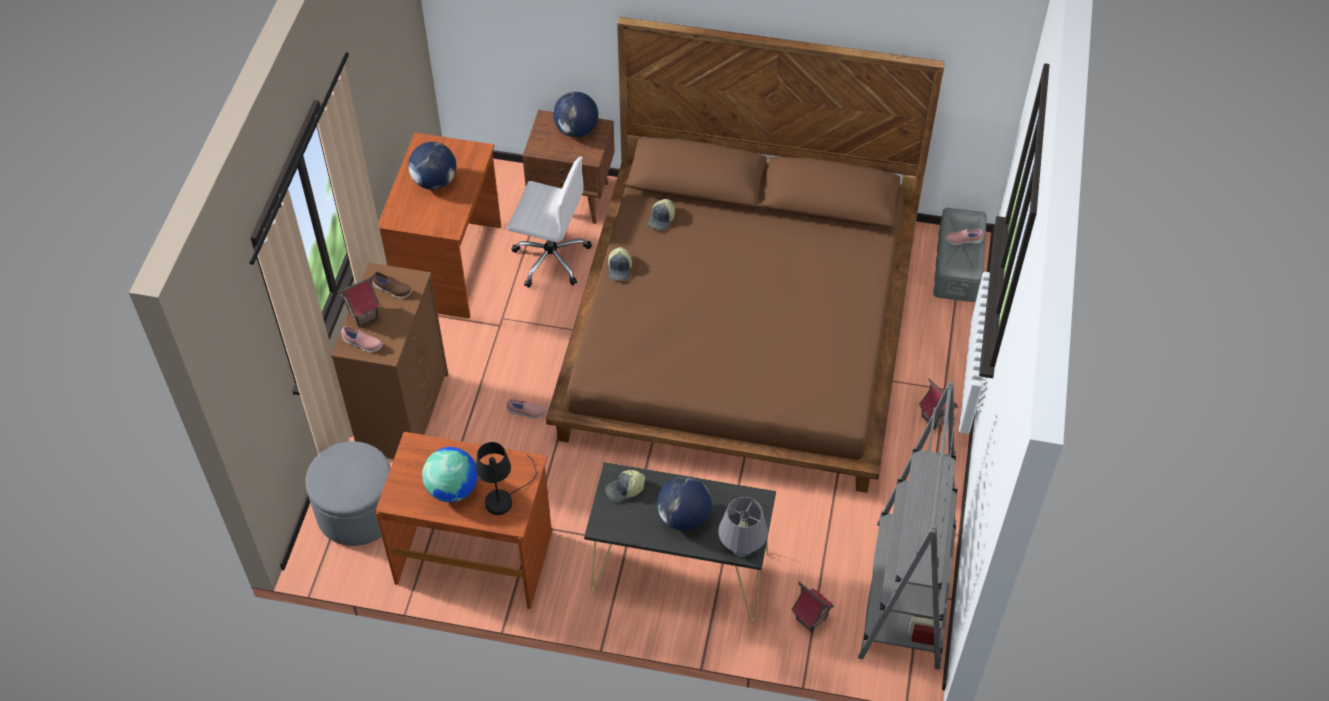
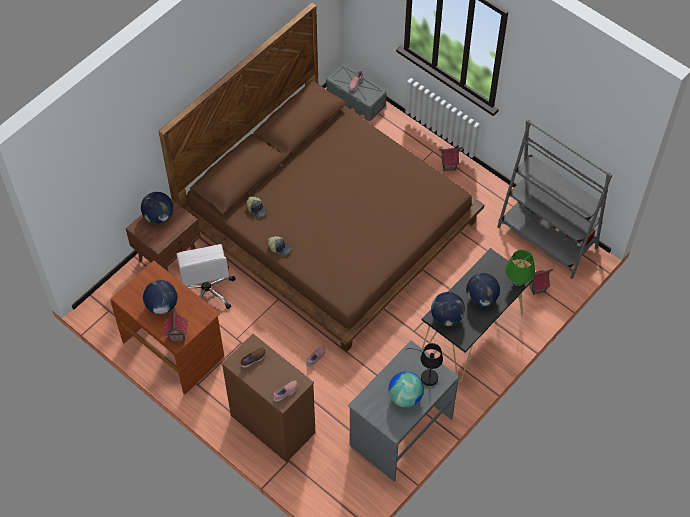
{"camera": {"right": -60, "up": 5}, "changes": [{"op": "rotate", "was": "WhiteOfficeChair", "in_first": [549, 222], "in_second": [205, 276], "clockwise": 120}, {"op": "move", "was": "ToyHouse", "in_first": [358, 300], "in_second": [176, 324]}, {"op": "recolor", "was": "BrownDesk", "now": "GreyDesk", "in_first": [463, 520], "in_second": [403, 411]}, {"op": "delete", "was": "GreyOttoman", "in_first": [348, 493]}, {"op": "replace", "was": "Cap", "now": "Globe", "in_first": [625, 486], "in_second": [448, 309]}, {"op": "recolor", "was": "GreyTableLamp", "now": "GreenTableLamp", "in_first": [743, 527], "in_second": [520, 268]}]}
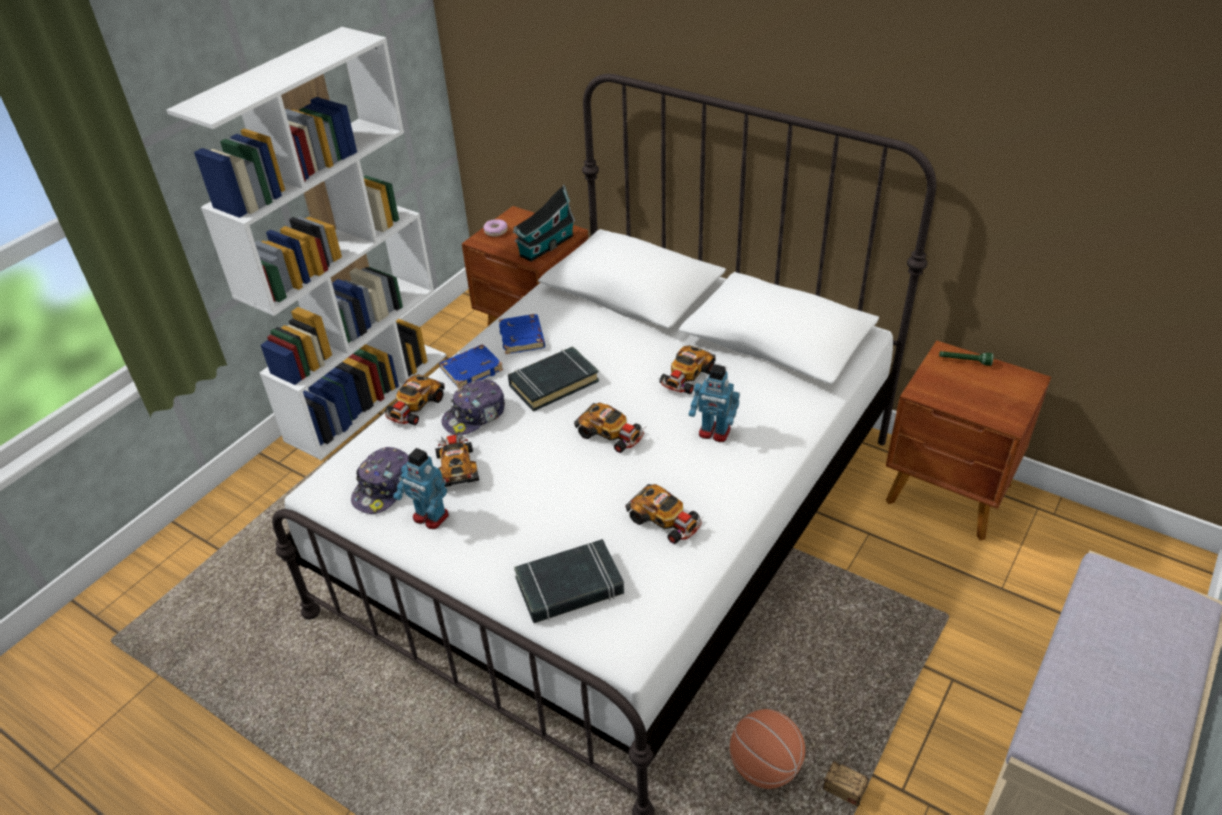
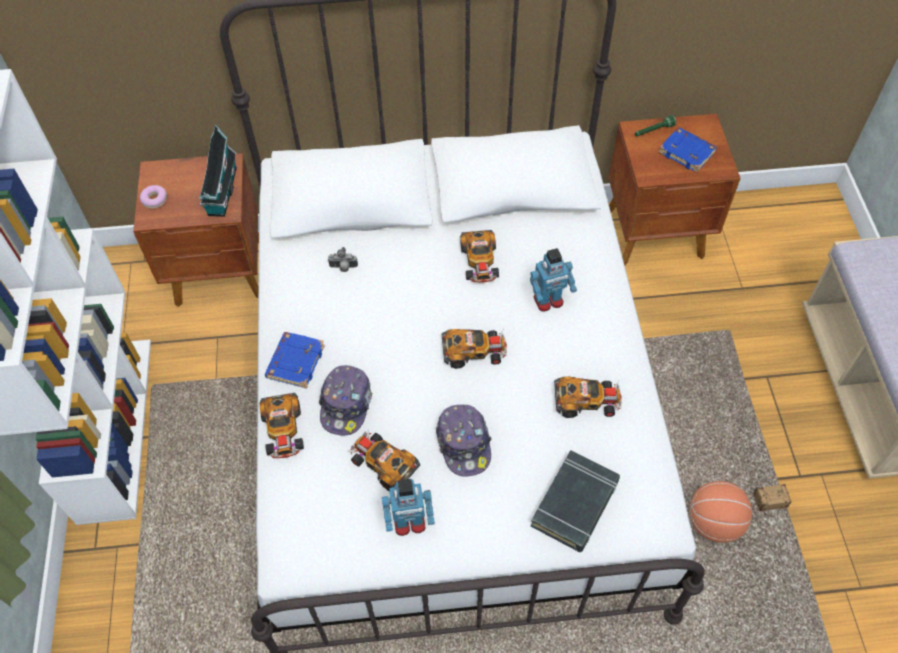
{"camera": {"right": -40, "up": 15}, "changes": [{"op": "move", "was": "BlueBook", "in_first": [522, 334], "in_second": [688, 150]}, {"op": "delete", "was": "BlackBook", "in_first": [553, 379]}, {"op": "move", "was": "Cap", "in_first": [380, 480], "in_second": [464, 441]}, {"op": "insert", "now": "PhotoCamera", "in_second": [343, 259]}]}
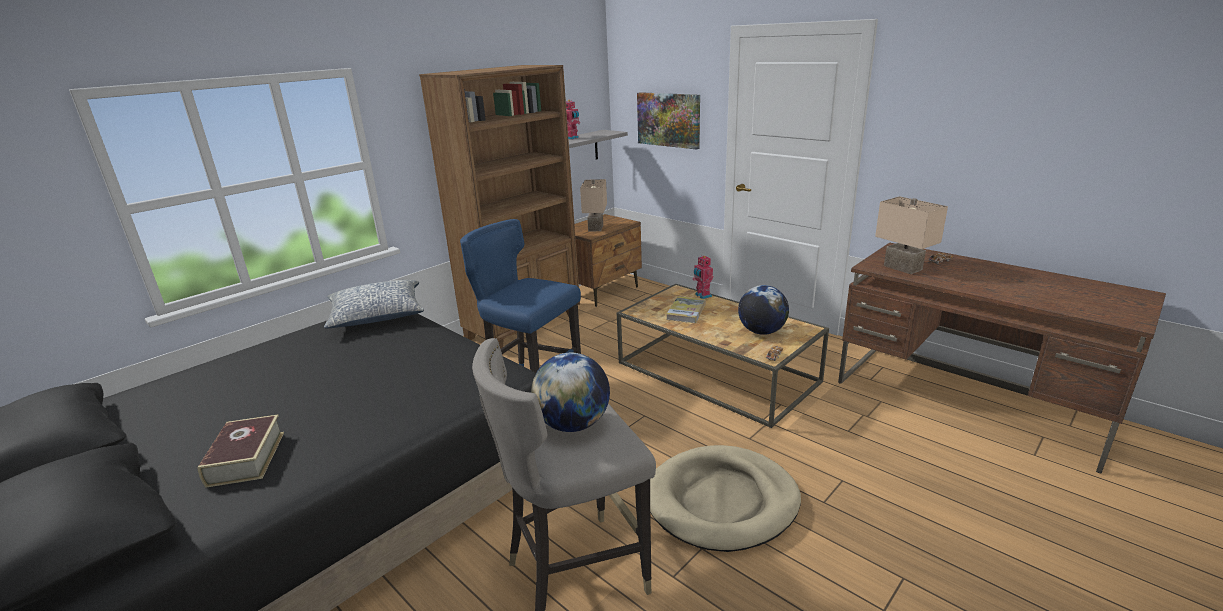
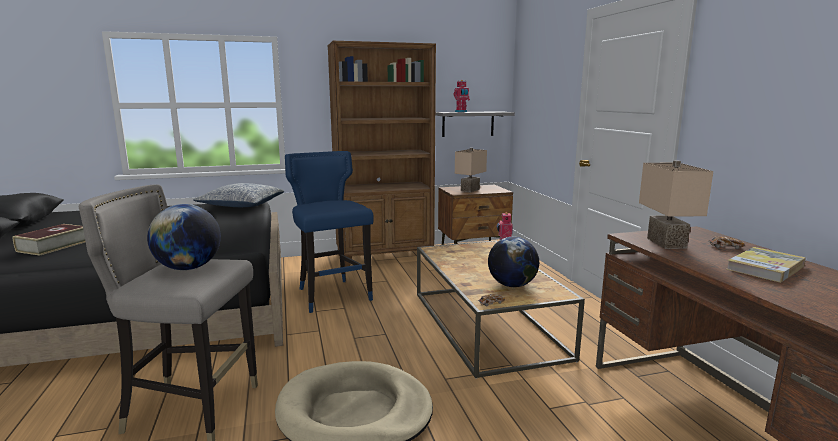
{"camera": {"right": 30, "up": -10}, "changes": [{"op": "delete", "was": "Picture", "in_first": [668, 121]}, {"op": "move", "was": "Book", "in_first": [686, 309], "in_second": [766, 265]}]}
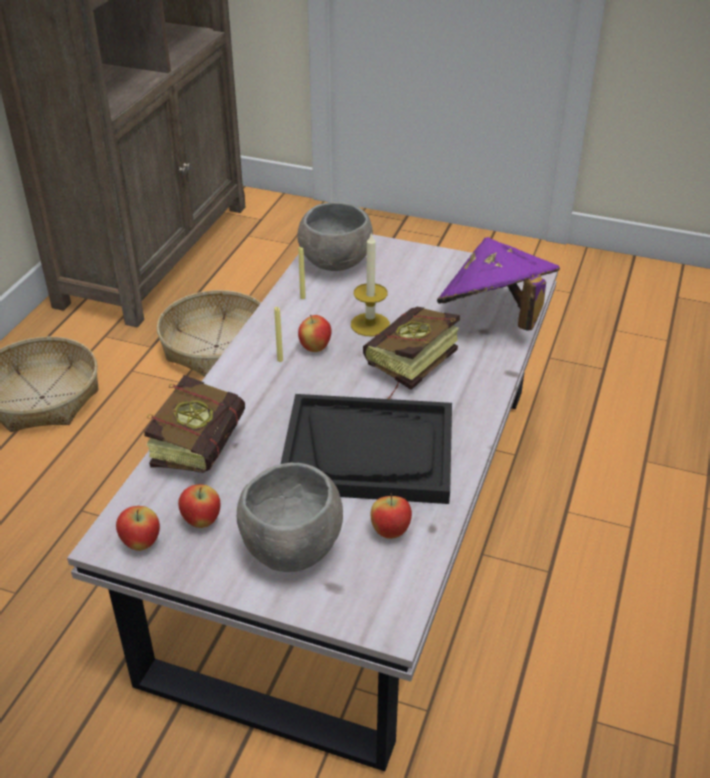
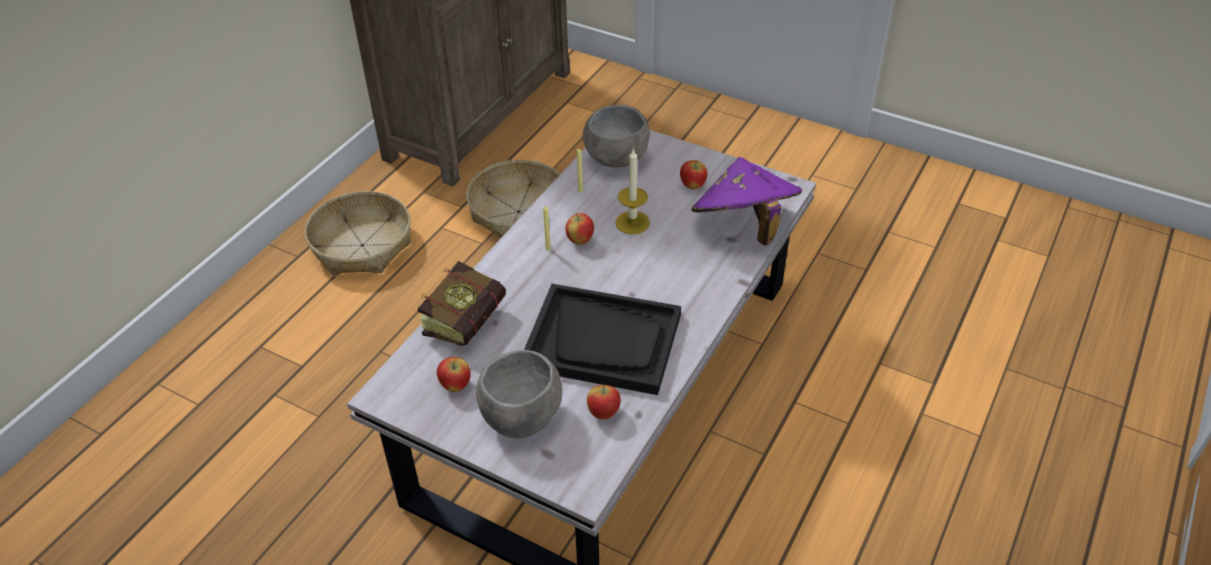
{"camera": {"right": 10, "up": 5}, "changes": [{"op": "delete", "was": "Book", "in_first": [411, 353]}, {"op": "move", "was": "Apple", "in_first": [138, 528], "in_second": [693, 175]}]}
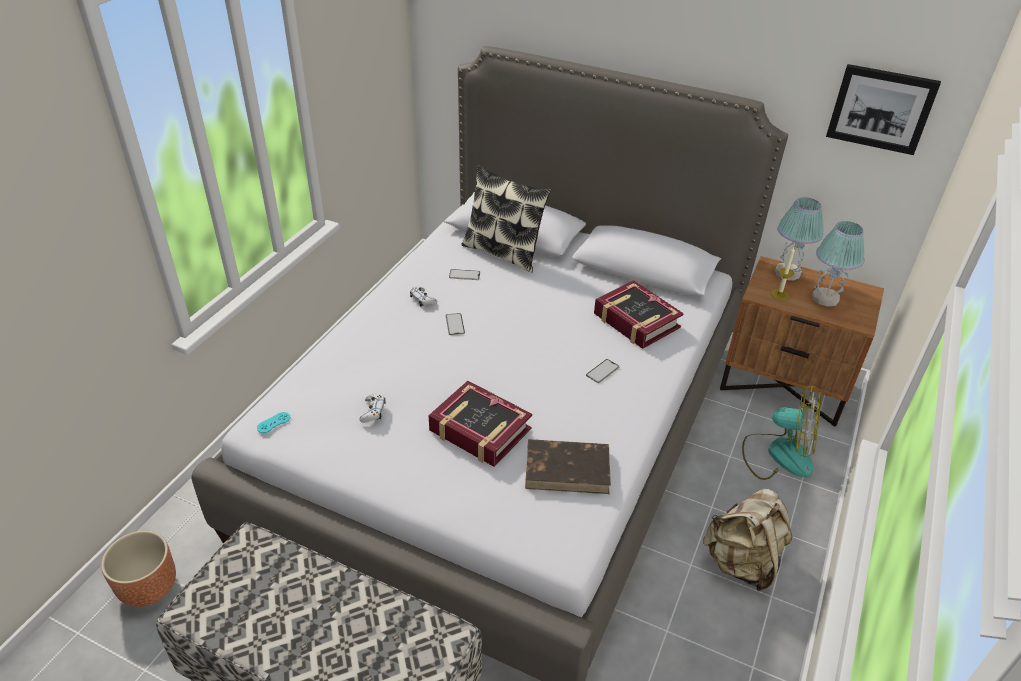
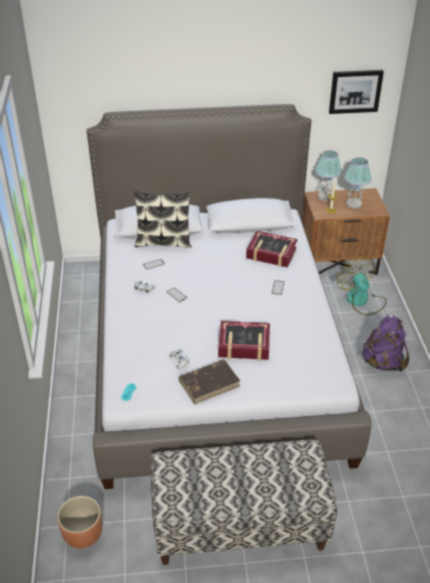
{"camera": {"right": -30, "up": 0}, "changes": [{"op": "rotate", "was": "Fan", "in_first": [782, 432], "in_second": [362, 286], "clockwise": -105}, {"op": "move", "was": "BrownBook", "in_first": [568, 466], "in_second": [209, 382]}, {"op": "recolor", "was": "BeigeBackpack", "now": "PurpleBackpack", "in_first": [747, 540], "in_second": [385, 343]}]}
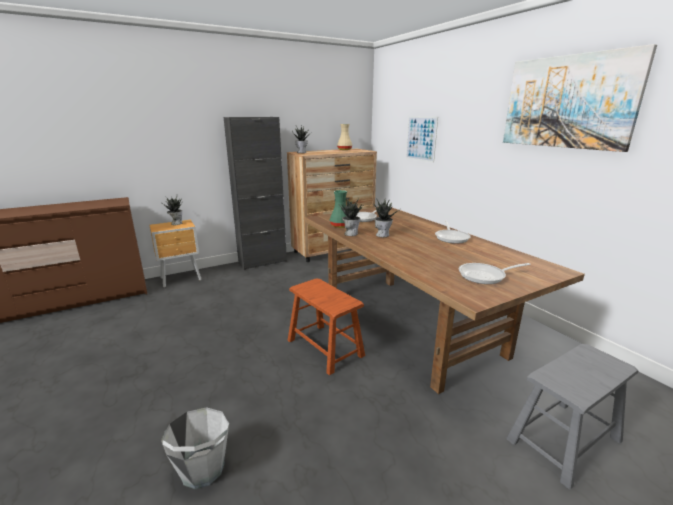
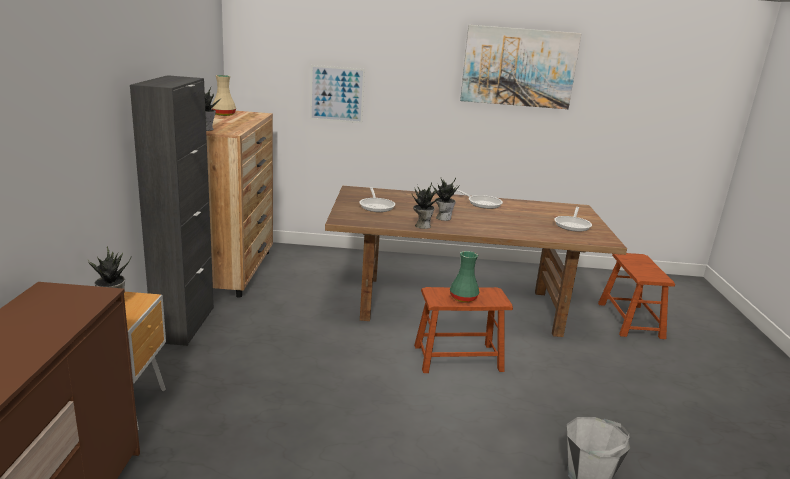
{"camera": {"right": -60, "up": 0}, "changes": [{"op": "move", "was": "GreenVase", "in_first": [338, 209], "in_second": [464, 277]}, {"op": "recolor", "was": "GreyStool", "now": "BrownStool", "in_first": [572, 417], "in_second": [636, 296]}]}
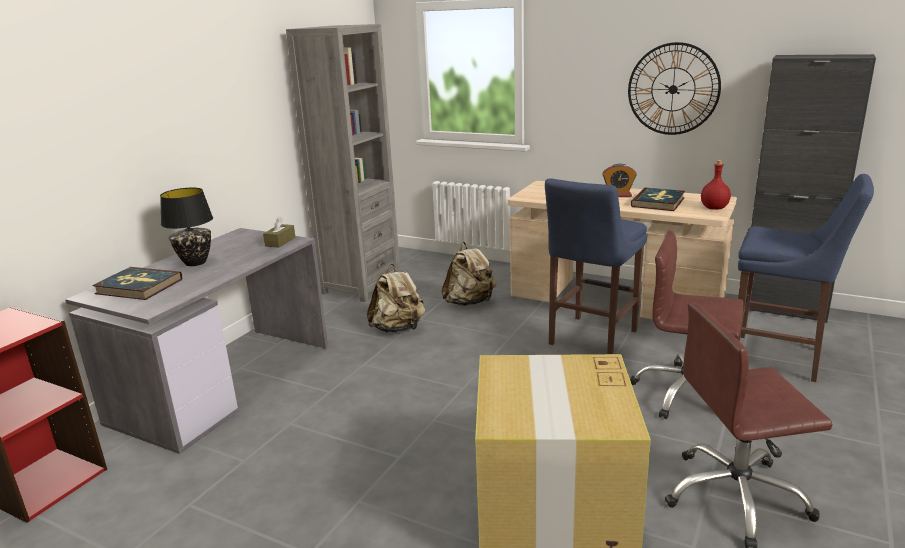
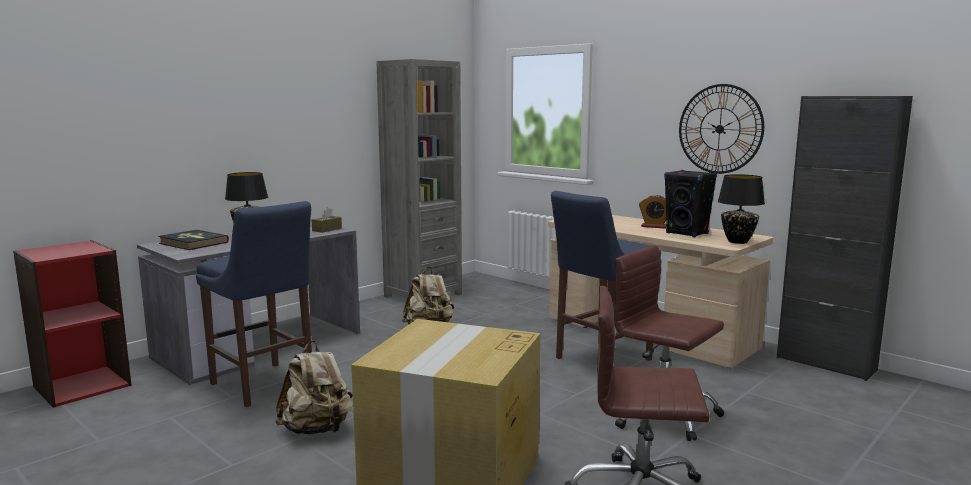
{"camera": {"right": 15, "up": -10}, "changes": [{"op": "replace", "was": "RedBottle", "now": "BlackTableLamp", "in_first": [716, 185], "in_second": [741, 209]}, {"op": "move", "was": "BlueStool", "in_first": [806, 278], "in_second": [254, 304]}, {"op": "replace", "was": "Book", "now": "BlackSpeaker", "in_first": [658, 199], "in_second": [690, 203]}, {"op": "move", "was": "BeigeBackpack", "in_first": [469, 274], "in_second": [314, 387]}]}
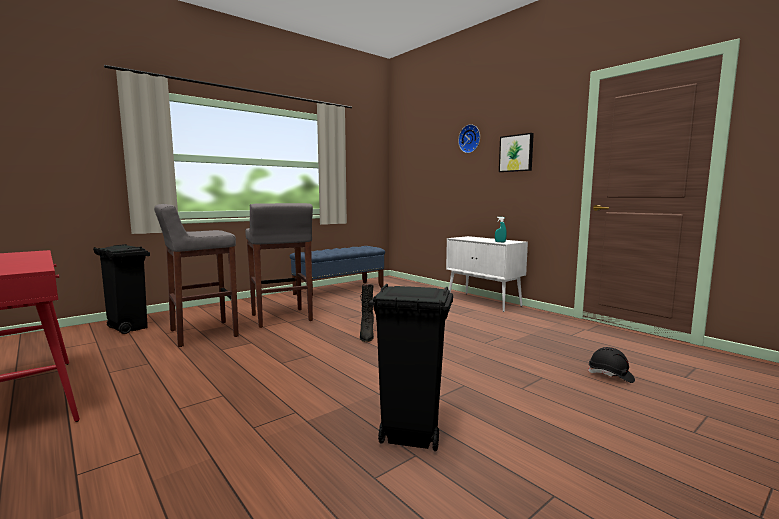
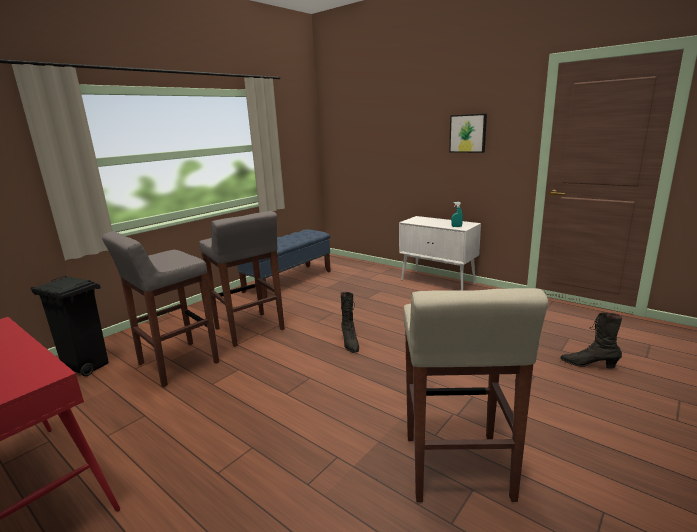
{"camera": {"right": -10, "up": 10}, "changes": [{"op": "delete", "was": "WallClock", "in_first": [469, 138]}, {"op": "replace", "was": "BlackTrashCan", "now": "BeigeStool", "in_first": [411, 367], "in_second": [475, 395]}, {"op": "replace", "was": "BlackHardHat", "now": "BlackBoot", "in_first": [611, 365], "in_second": [591, 341]}]}
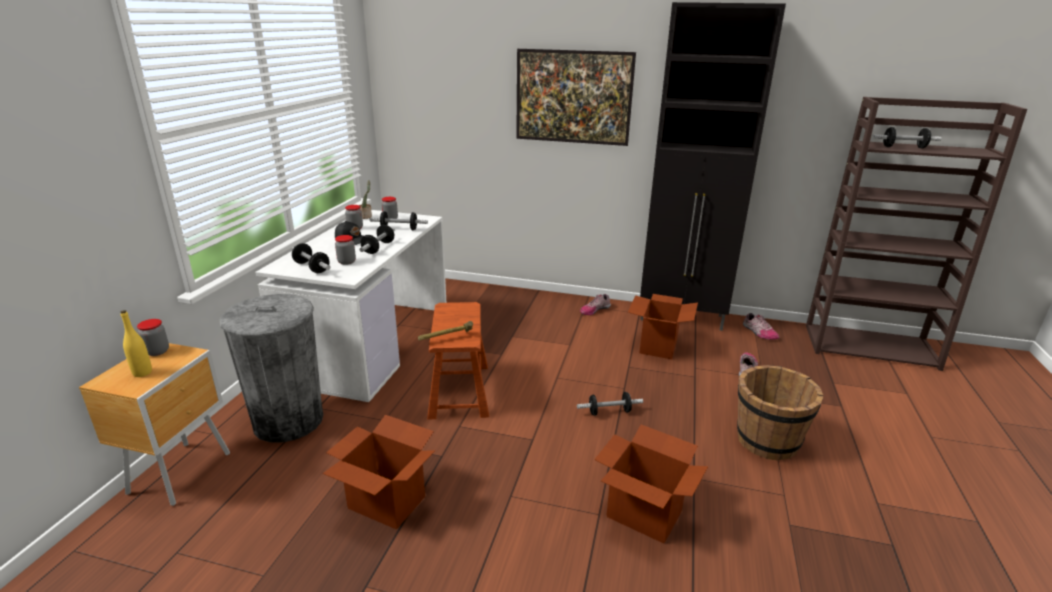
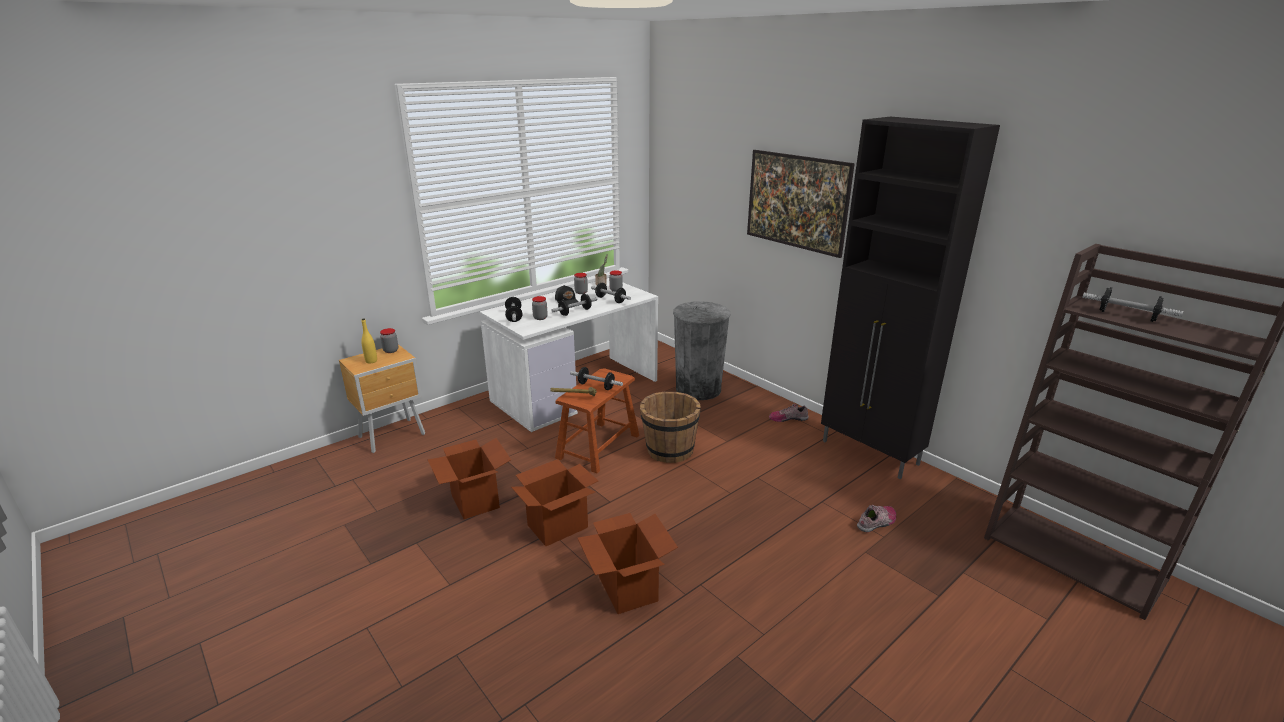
{"camera": {"right": 35, "up": 0}, "changes": [{"op": "move", "was": "GreyTrashCan", "in_first": [271, 368], "in_second": [701, 350]}, {"op": "move", "was": "CardboardBox", "in_first": [663, 326], "in_second": [554, 502]}, {"op": "delete", "was": "Shoe", "in_first": [761, 326]}, {"op": "move", "was": "BrownBucket", "in_first": [780, 413], "in_second": [670, 427]}, {"op": "move", "was": "Dumbbell", "in_first": [610, 404], "in_second": [596, 378]}]}
